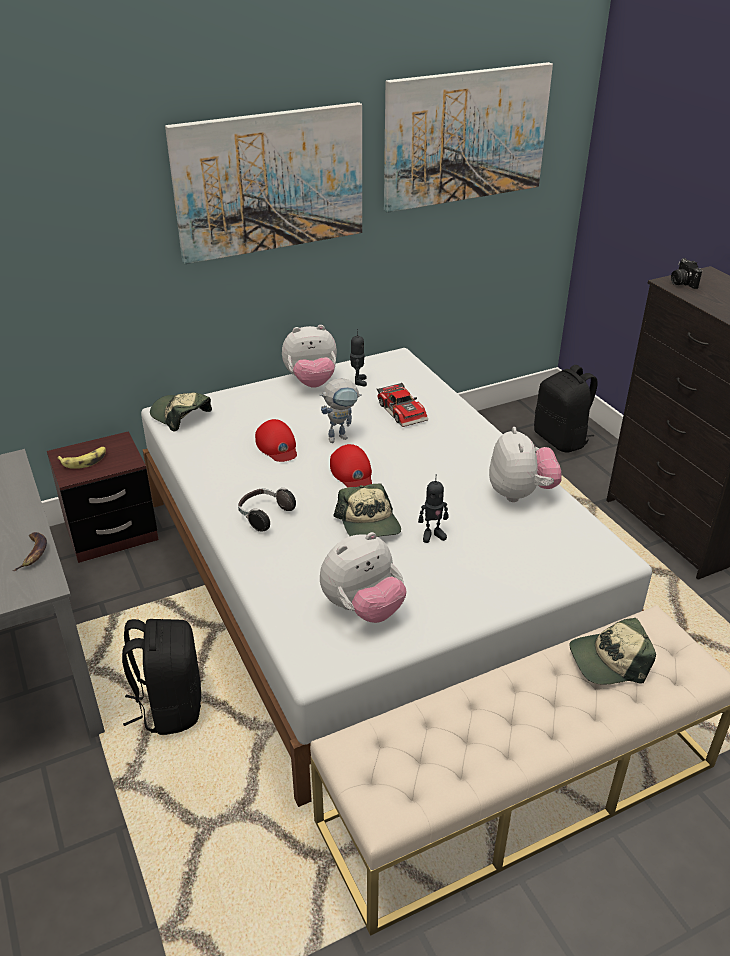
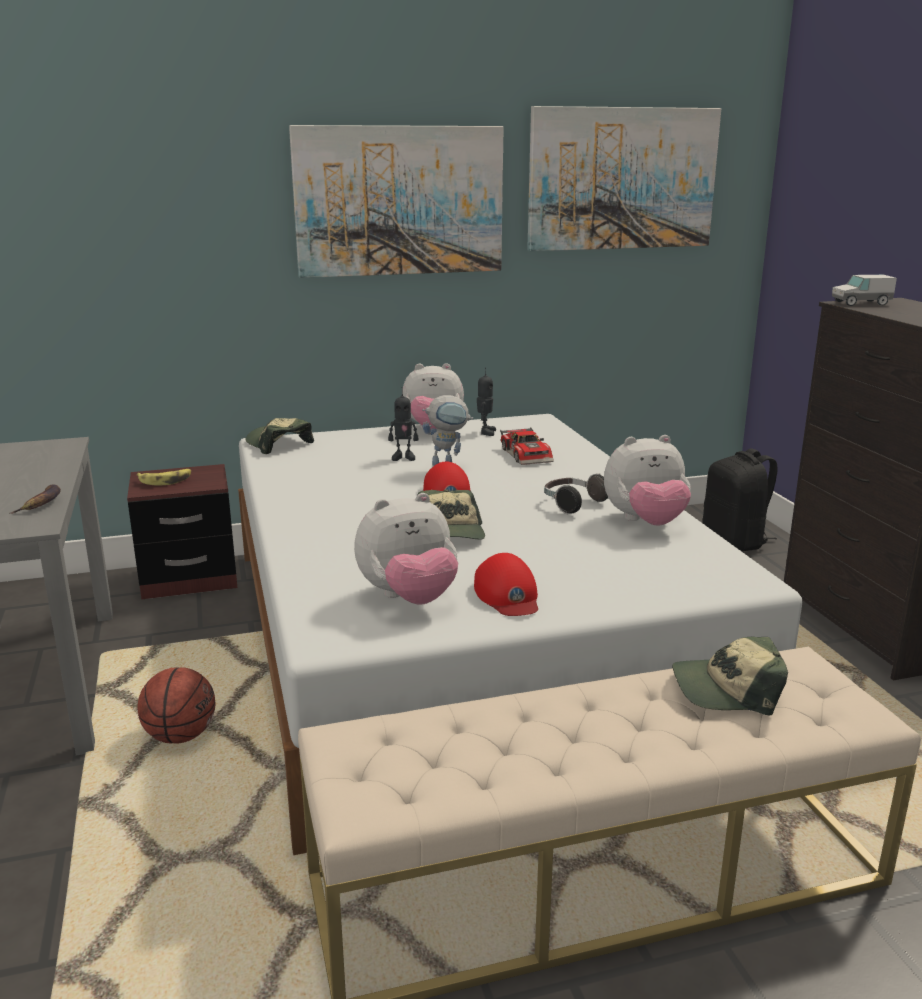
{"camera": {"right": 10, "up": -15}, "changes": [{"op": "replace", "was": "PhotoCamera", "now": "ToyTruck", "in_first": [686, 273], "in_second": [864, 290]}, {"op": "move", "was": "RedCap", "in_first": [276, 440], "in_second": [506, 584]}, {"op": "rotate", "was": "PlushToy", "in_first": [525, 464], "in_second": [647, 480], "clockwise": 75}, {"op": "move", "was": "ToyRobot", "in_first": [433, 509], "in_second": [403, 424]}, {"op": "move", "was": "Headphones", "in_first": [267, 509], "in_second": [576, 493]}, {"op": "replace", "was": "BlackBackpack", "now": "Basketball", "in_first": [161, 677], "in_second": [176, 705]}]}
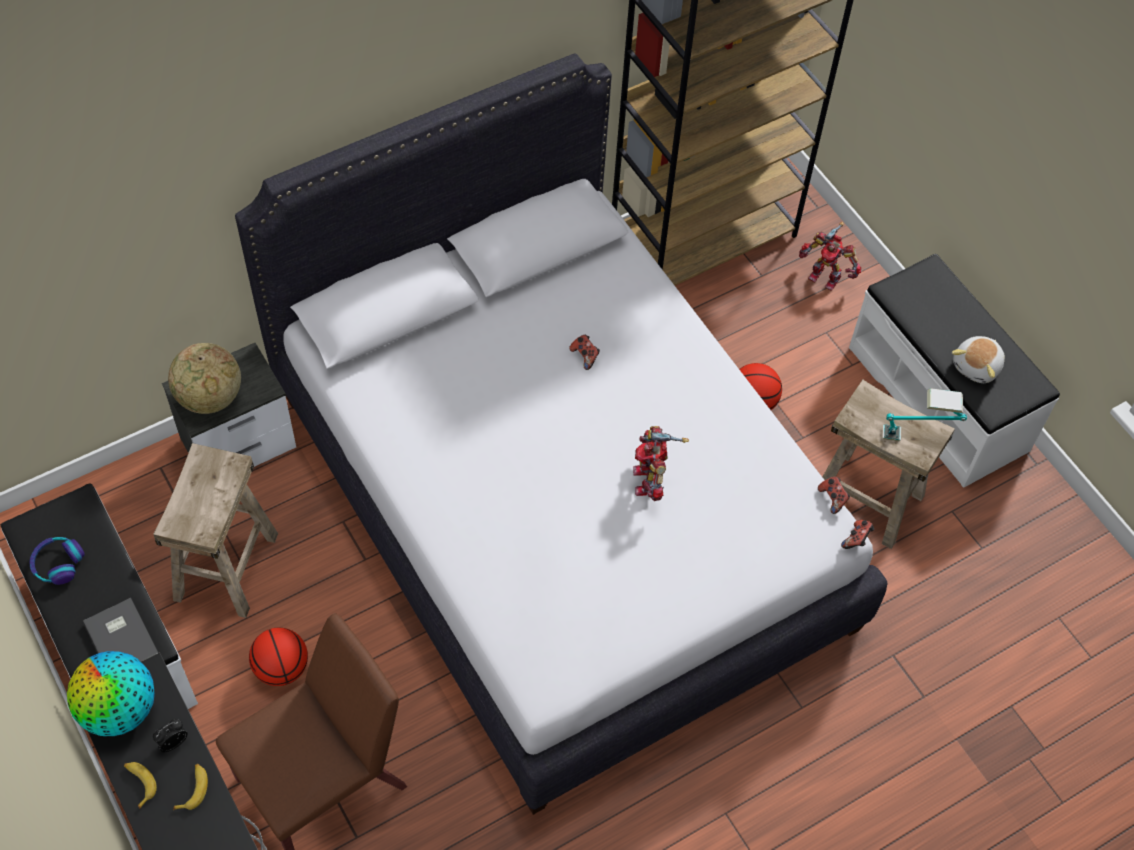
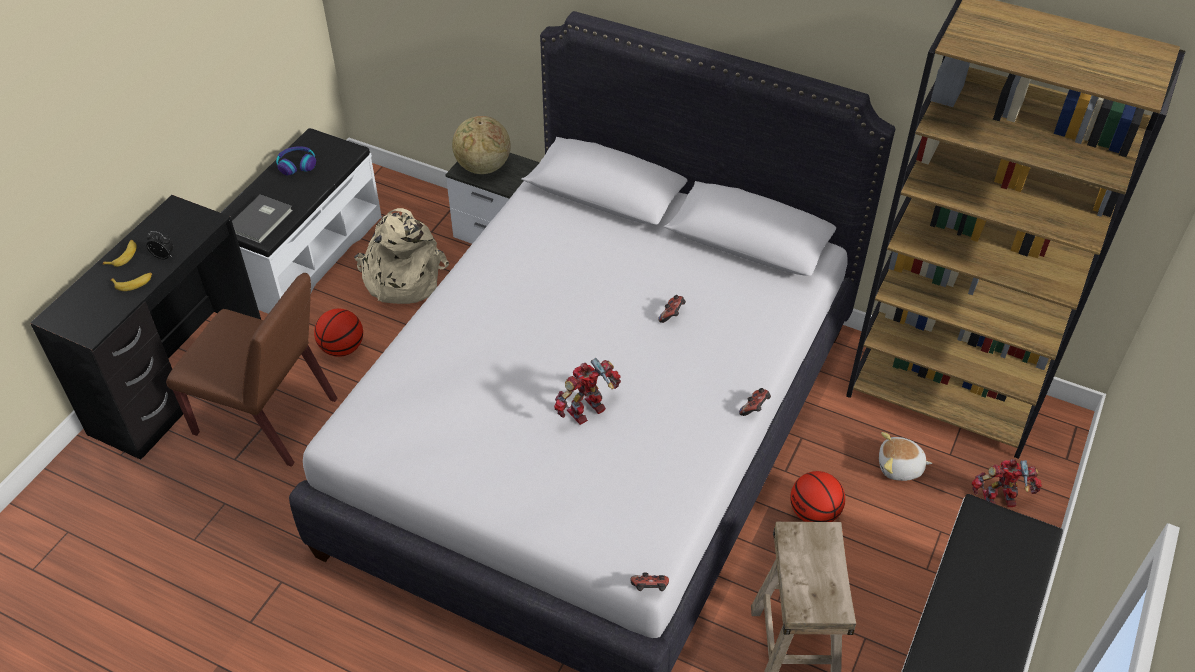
{"camera": {"right": 60, "up": -10}, "changes": [{"op": "rotate", "was": "ToyRobot", "in_first": [830, 256], "in_second": [1006, 483], "clockwise": 90}, {"op": "move", "was": "PlushToy", "in_first": [978, 359], "in_second": [905, 456]}, {"op": "delete", "was": "TableLamp", "in_first": [925, 414]}, {"op": "replace", "was": "BeigeStool", "now": "BeigeBackpack", "in_first": [215, 530], "in_second": [401, 256]}, {"op": "move", "was": "GameController", "in_first": [834, 495], "in_second": [755, 402]}, {"op": "delete", "was": "Globe", "in_first": [111, 693]}]}
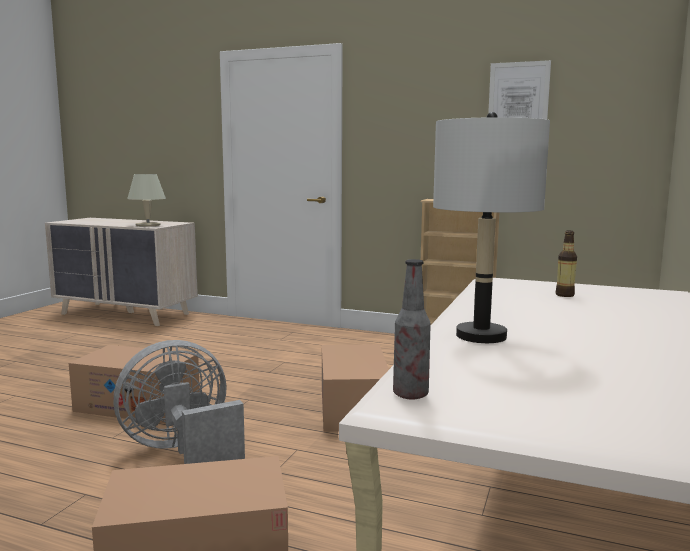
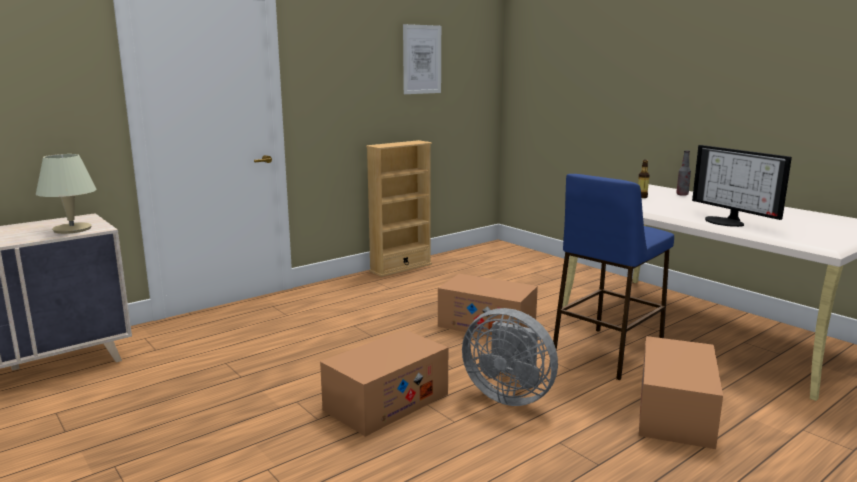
{"camera": {"right": -60, "up": 5}, "changes": [{"op": "replace", "was": "GreyTableLamp", "now": "Monitor", "in_first": [491, 227], "in_second": [742, 186]}, {"op": "move", "was": "Bottle", "in_first": [412, 329], "in_second": [683, 173]}, {"op": "rotate", "was": "GreyFan", "in_first": [179, 402], "in_second": [510, 357], "clockwise": -60}, {"op": "insert", "now": "BlueStool", "in_second": [613, 277]}]}
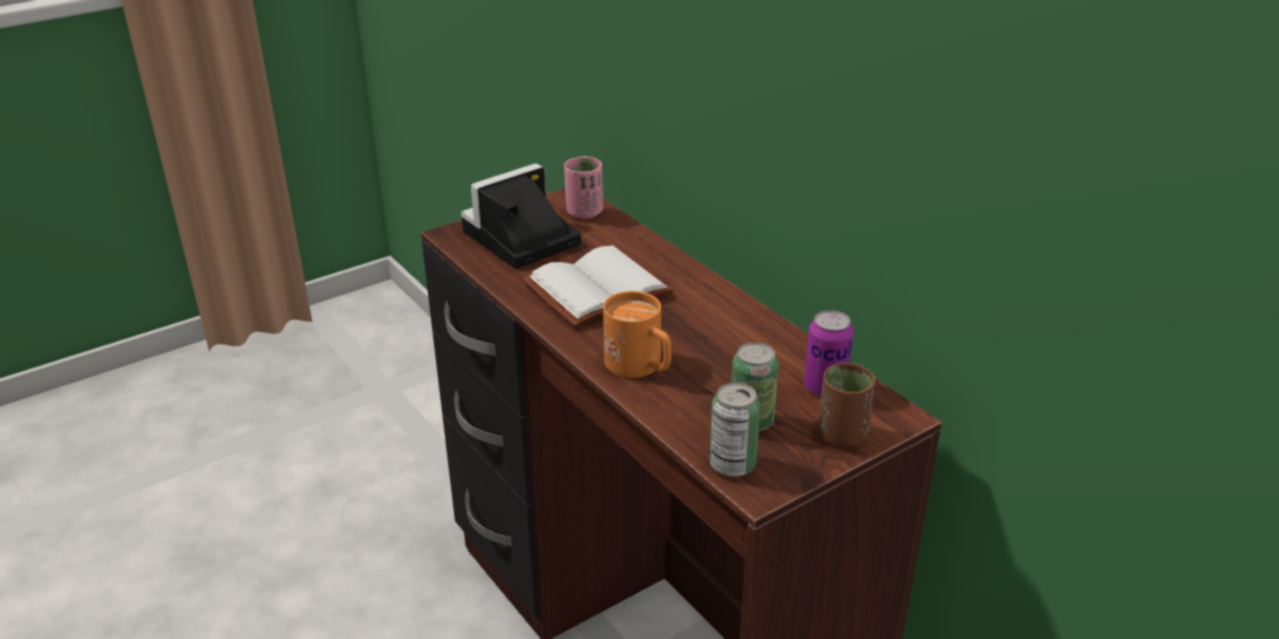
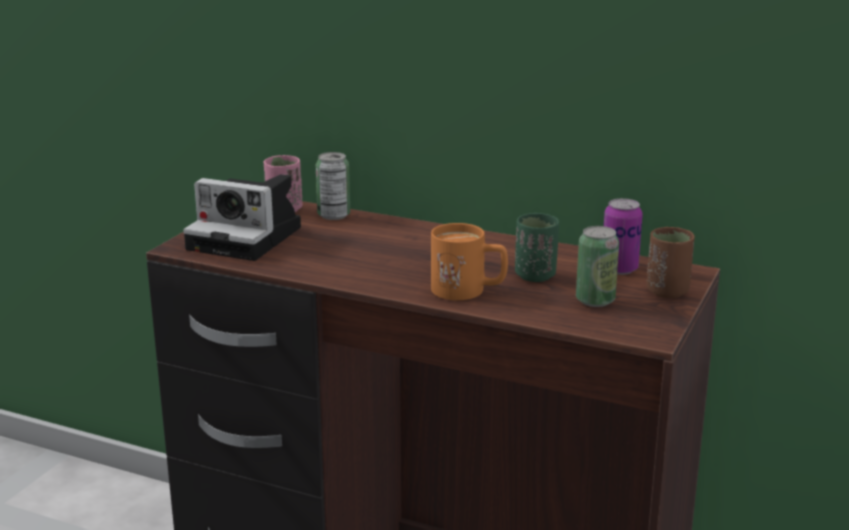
{"camera": {"right": -30, "up": -10}, "changes": [{"op": "rotate", "was": "PhotoCamera", "in_first": [521, 216], "in_second": [242, 217], "clockwise": -90}, {"op": "delete", "was": "WhiteBook", "in_first": [598, 286]}, {"op": "move", "was": "Can", "in_first": [735, 430], "in_second": [333, 186]}, {"op": "insert", "now": "GreenCup", "in_second": [537, 247]}]}
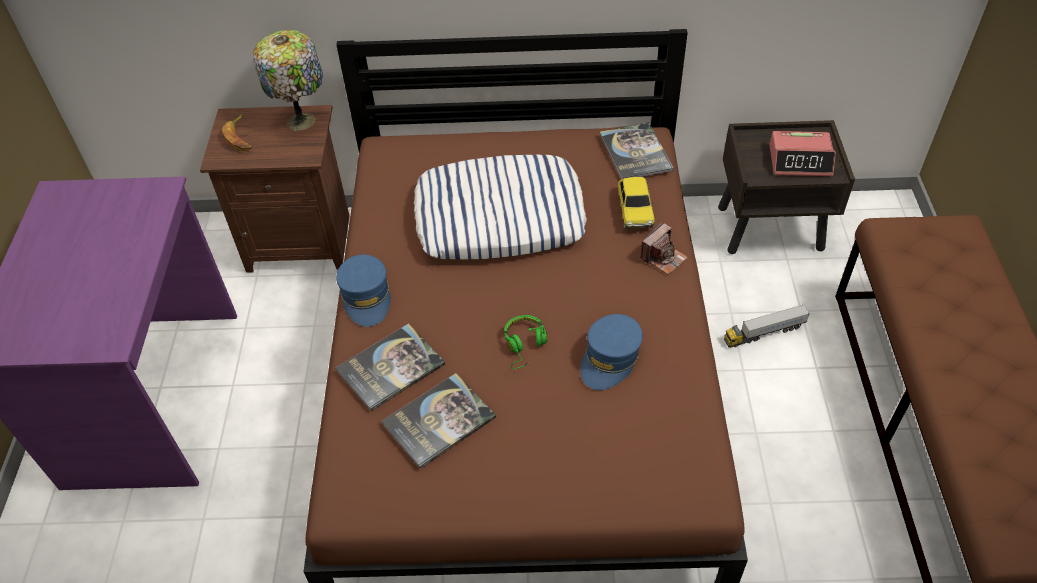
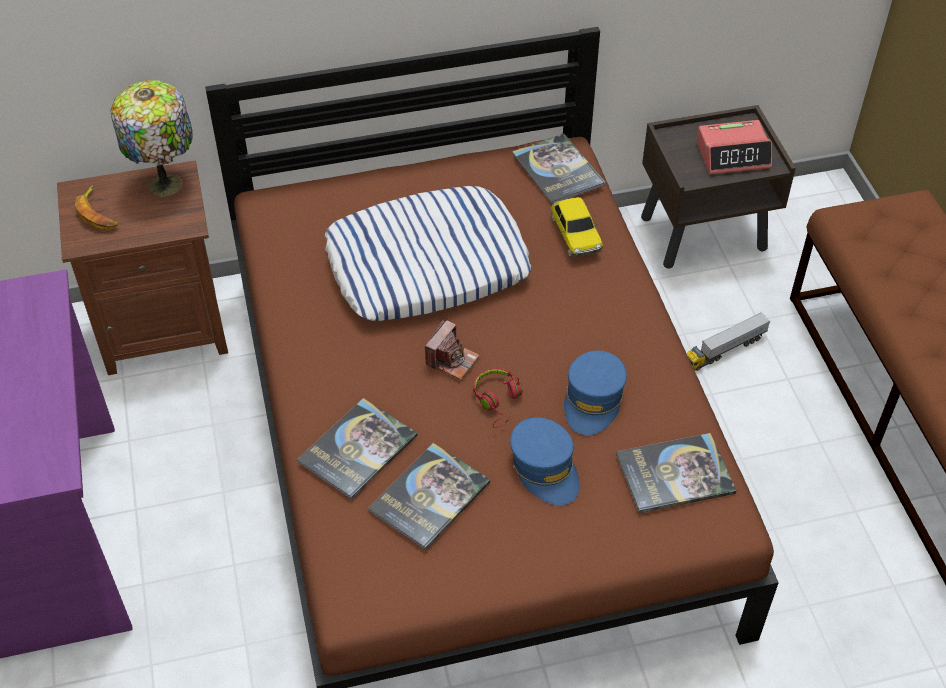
{"camera": {"right": -15, "up": 0}, "changes": [{"op": "move", "was": "PhotoCamera", "in_first": [664, 248], "in_second": [452, 349]}, {"op": "move", "was": "BlueCap", "in_first": [363, 291], "in_second": [544, 461]}, {"op": "recolor", "was": "GreenHeadphones", "now": "RedHeadphones", "in_first": [525, 342], "in_second": [498, 397]}, {"op": "insert", "now": "Book", "in_second": [676, 473]}]}
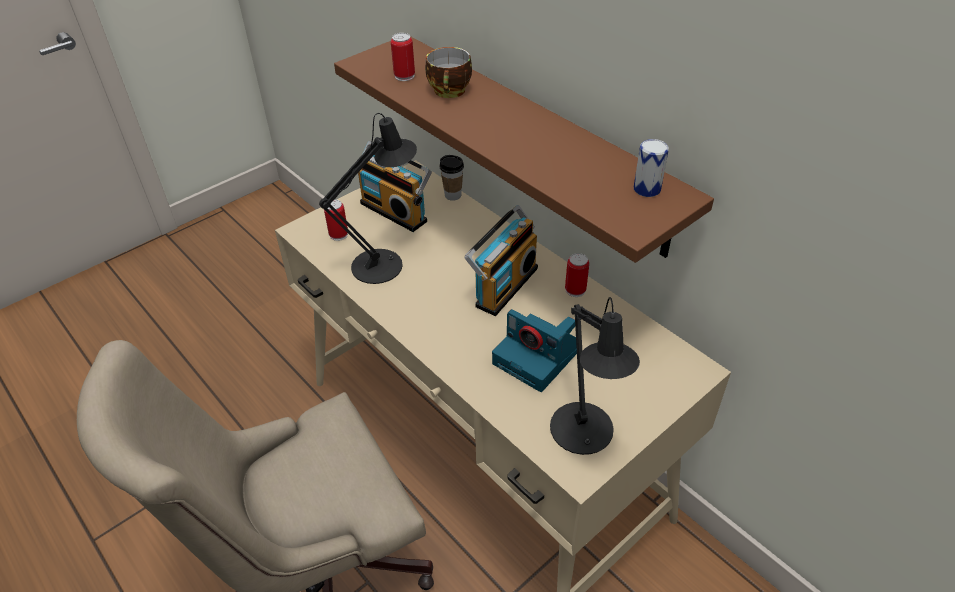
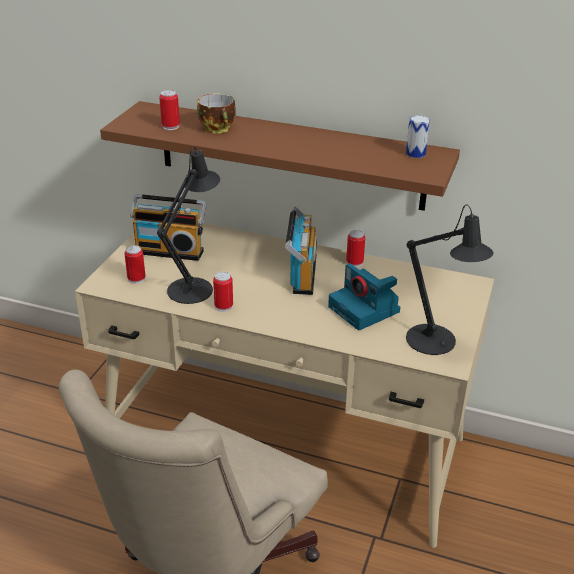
{"camera": {"right": -30, "up": -10}, "changes": [{"op": "delete", "was": "Cup", "in_first": [451, 178]}, {"op": "rotate", "was": "PhotoCamera", "in_first": [534, 350], "in_second": [364, 297], "clockwise": 45}, {"op": "insert", "now": "Can", "in_second": [223, 292]}]}
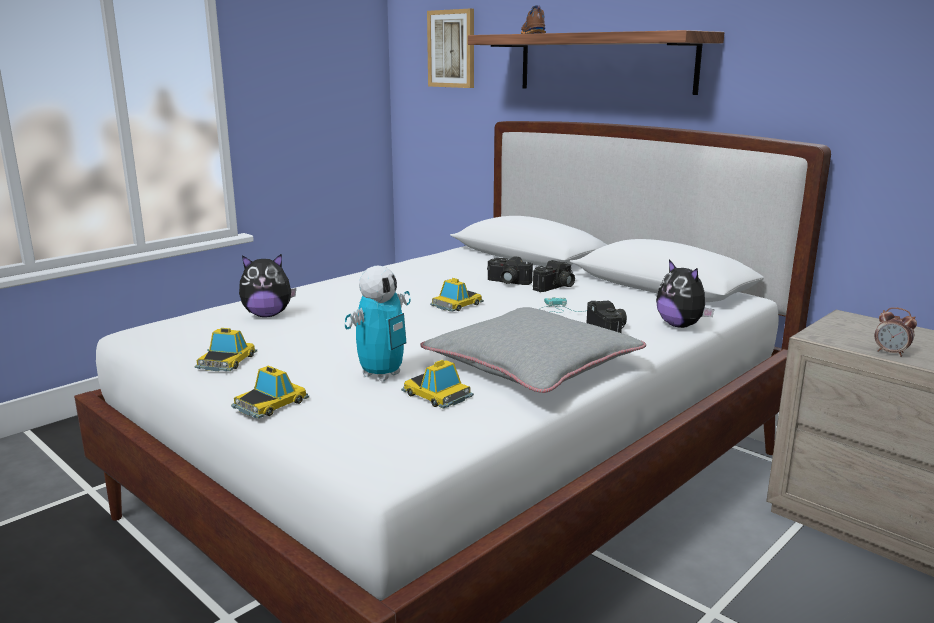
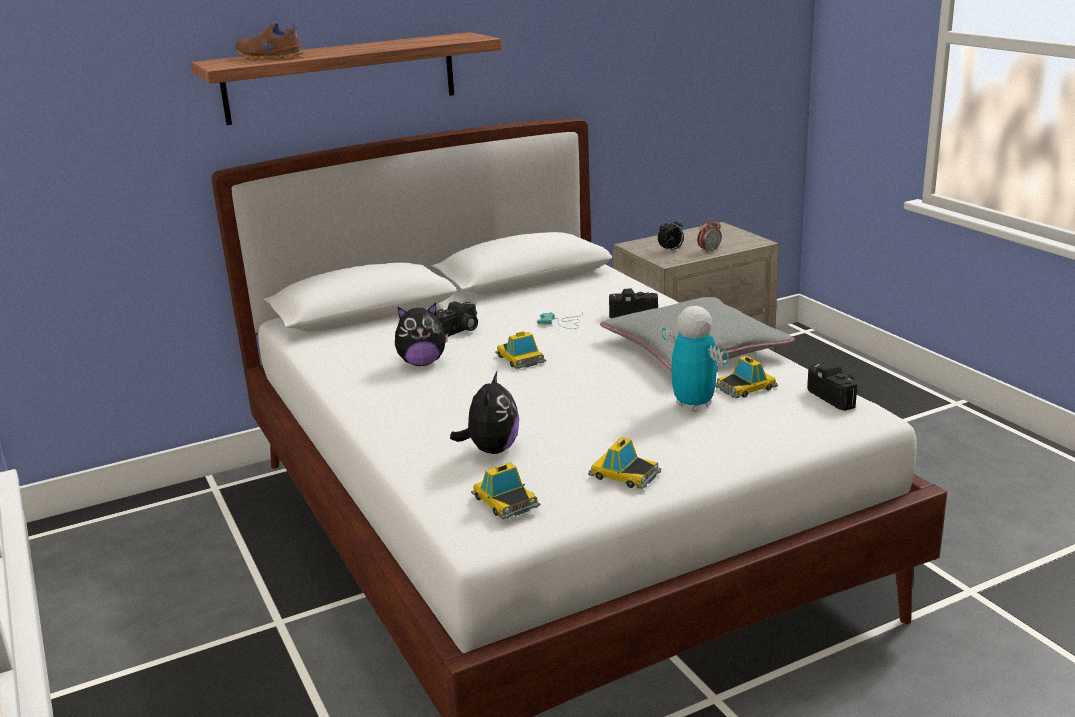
{"camera": {"right": -70, "up": 5}, "changes": [{"op": "delete", "was": "Picture", "in_first": [450, 48]}, {"op": "move", "was": "PhotoCamera", "in_first": [554, 276], "in_second": [833, 387]}, {"op": "move", "was": "PlushToy", "in_first": [685, 294], "in_second": [421, 334]}, {"op": "move", "was": "ToyCar", "in_first": [270, 392], "in_second": [506, 491]}, {"op": "insert", "now": "AlarmClock", "in_second": [671, 234]}]}
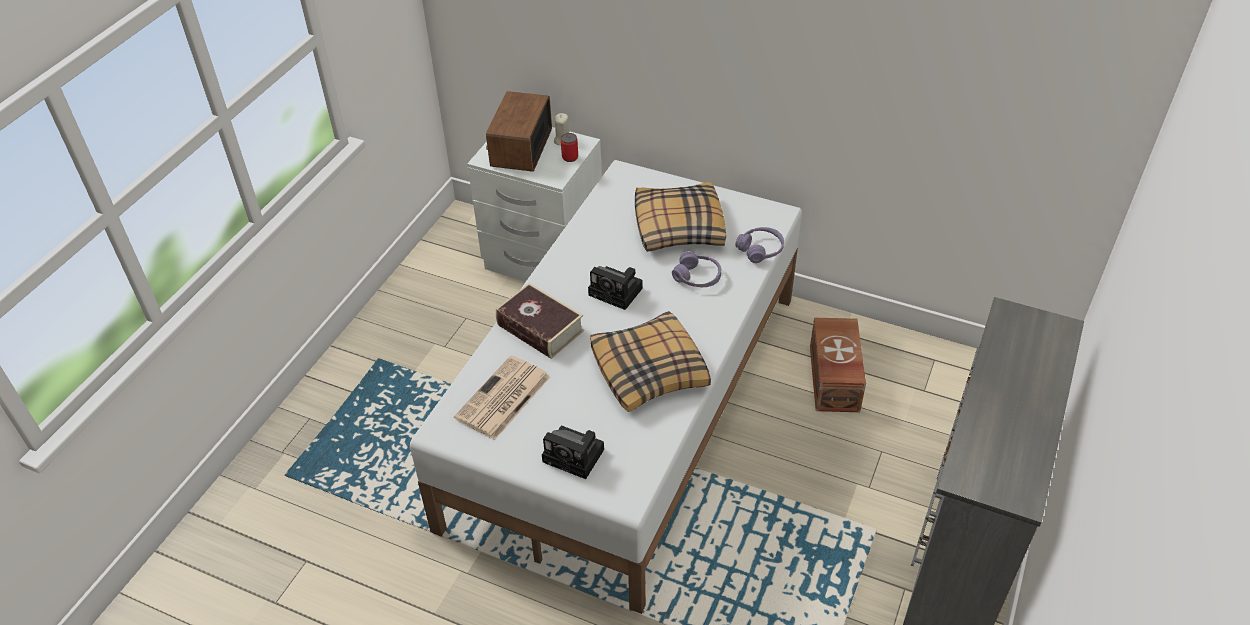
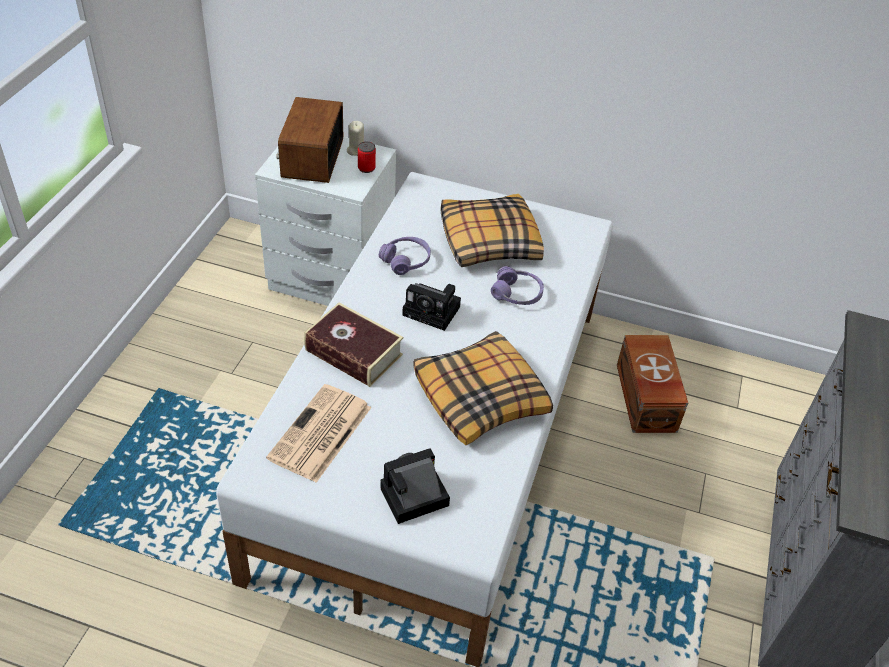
{"camera": {"right": -10, "up": 0}, "changes": [{"op": "move", "was": "PurpleHeadphones", "in_first": [759, 245], "in_second": [405, 256]}, {"op": "rotate", "was": "PhotoCamera", "in_first": [573, 452], "in_second": [415, 486], "clockwise": 135}]}
